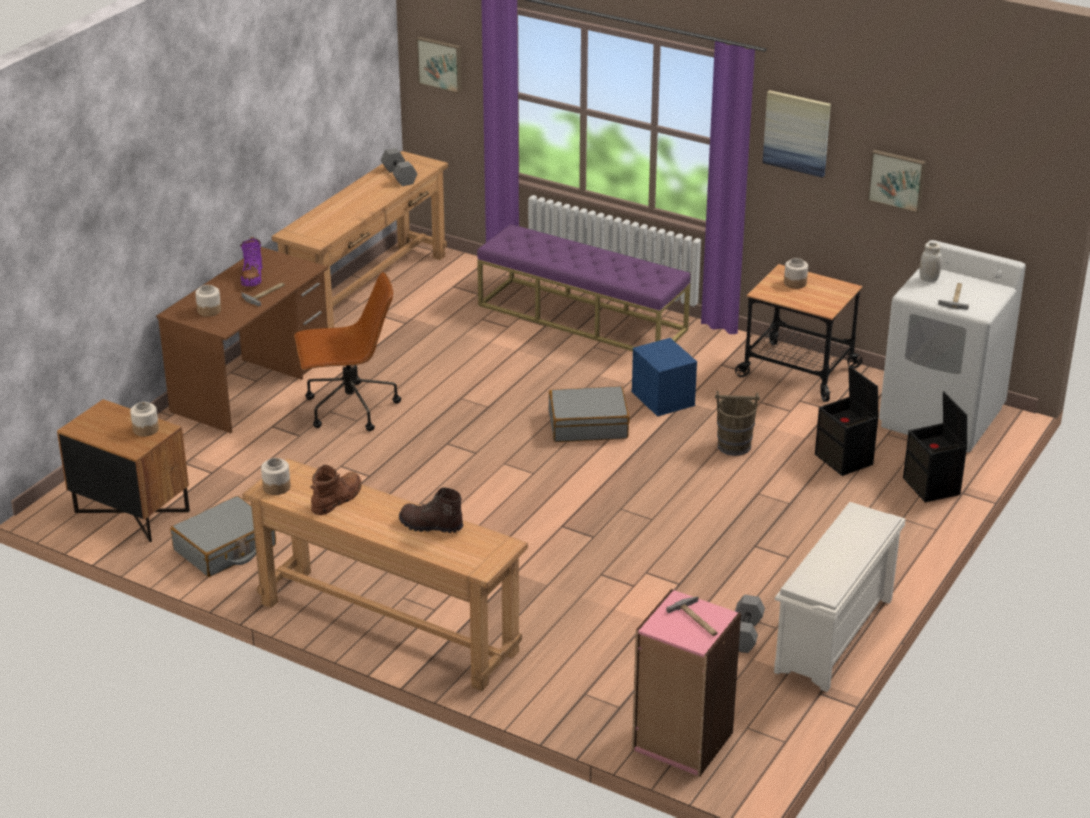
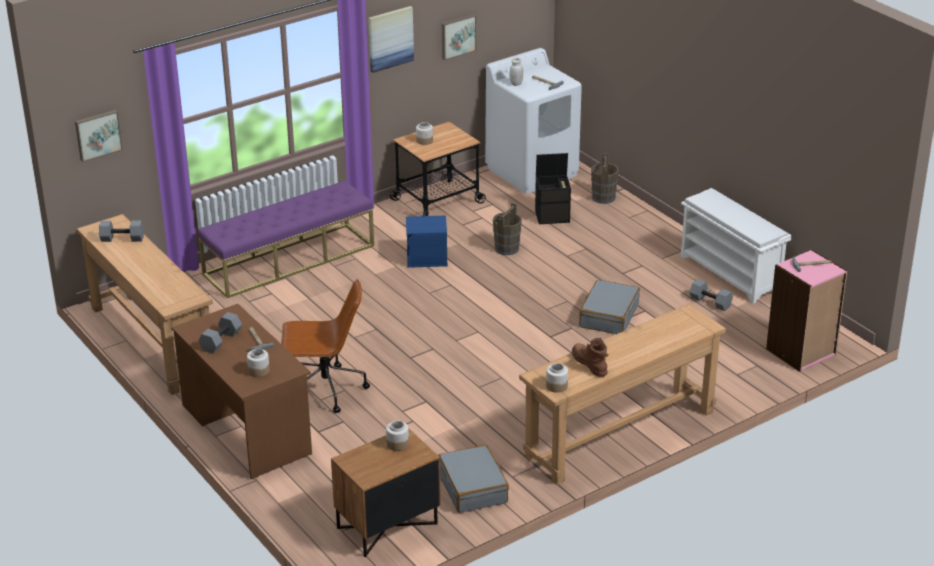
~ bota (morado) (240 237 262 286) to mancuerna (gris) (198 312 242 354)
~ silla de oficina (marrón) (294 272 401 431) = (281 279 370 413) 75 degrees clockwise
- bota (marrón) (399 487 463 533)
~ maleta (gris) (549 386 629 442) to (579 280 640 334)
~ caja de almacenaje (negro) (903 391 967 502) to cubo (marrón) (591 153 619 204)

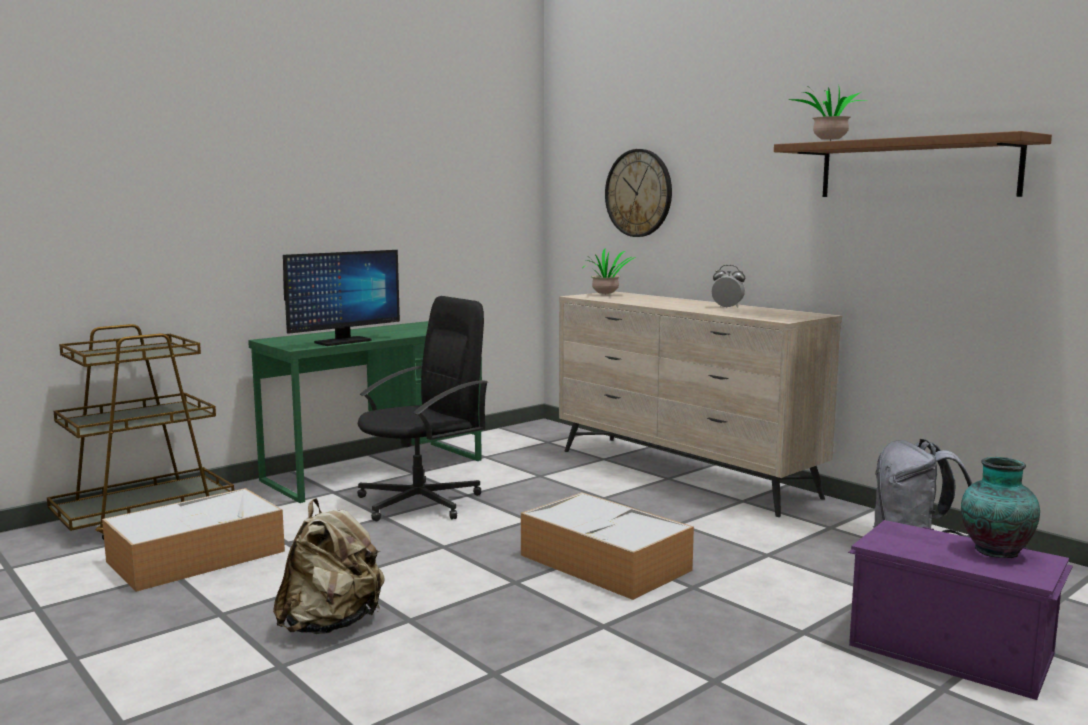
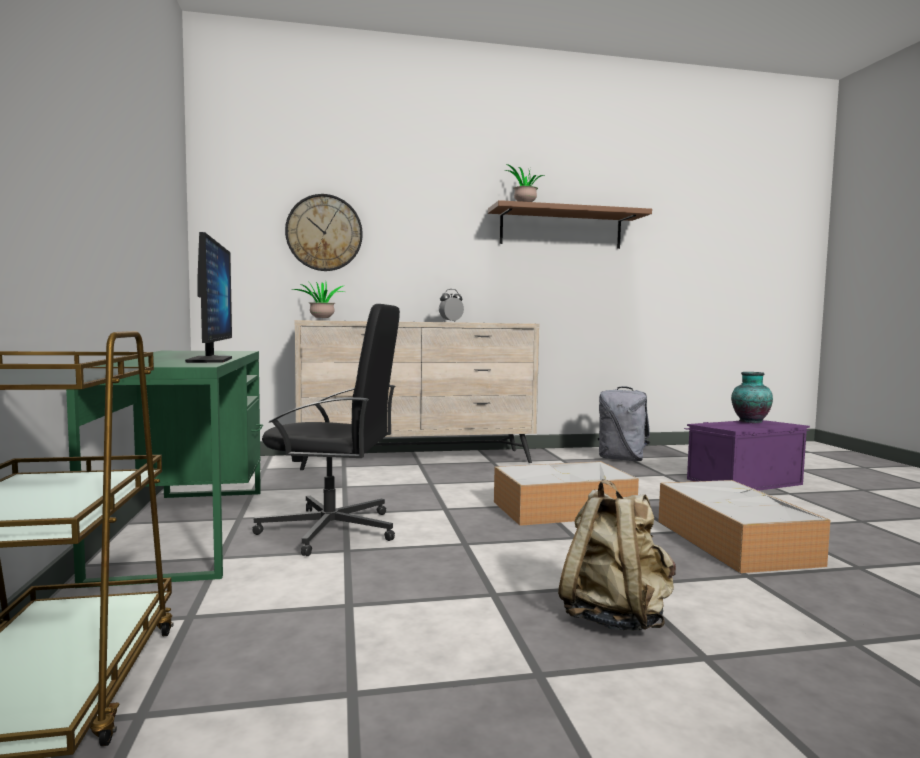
~ caja de almacenaje (102 488 285 592) to (658 480 831 573)
~ silla de oficina (negro) (357 296 488 521) = (252 304 400 556) 105 degrees clockwise

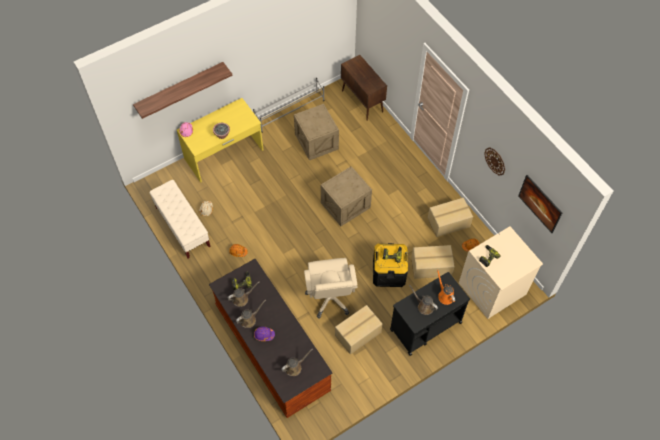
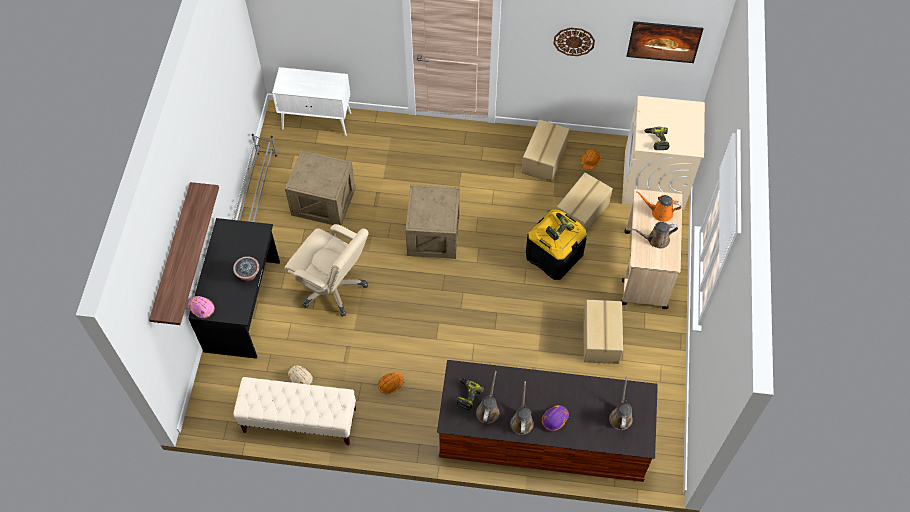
~ escritorio (amarillo) (177 98 264 183) to escritorio (negro) (188 218 280 359)
~ silla de oficina (beis) (304 258 358 319) to (284 224 369 317)
~ armario (marrón) (341 55 387 121) to armario (blanco) (272 67 351 136)
~ carrito (negro) (390 272 470 356) to carrito (beis) (621 189 682 309)

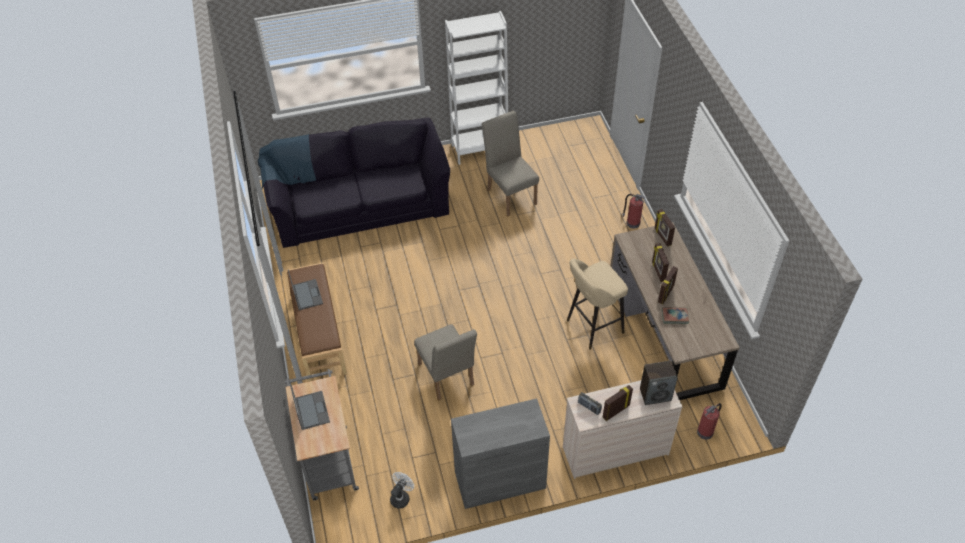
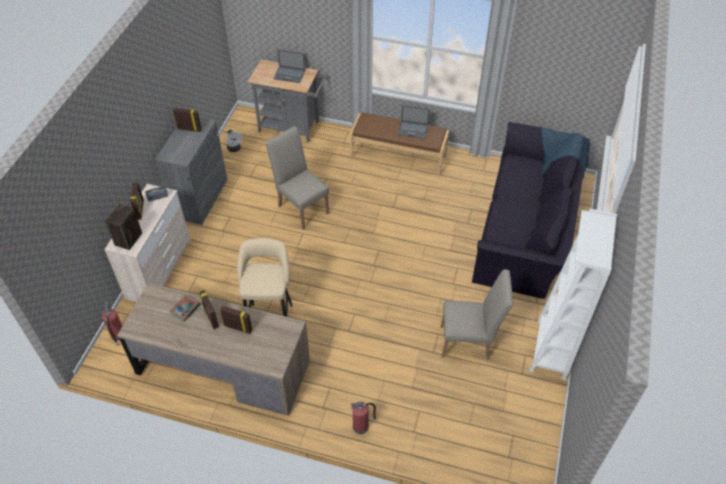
~ silla (beis) (414 324 477 401) = (265 126 329 230) 45 degrees clockwise
~ portarretratos (655 209 675 247) to (173 108 202 132)

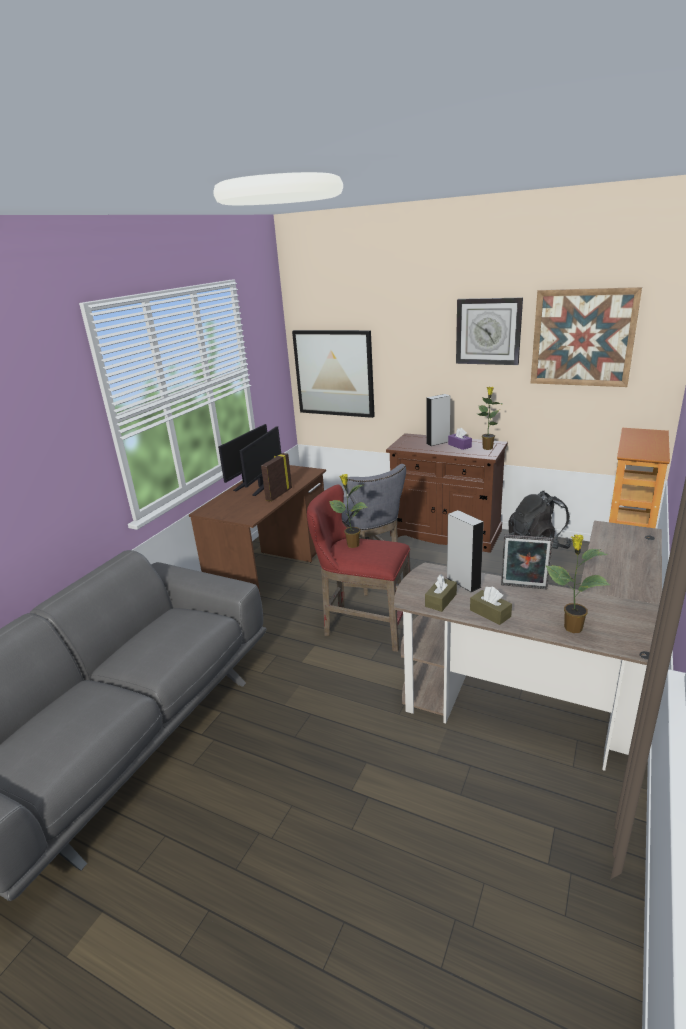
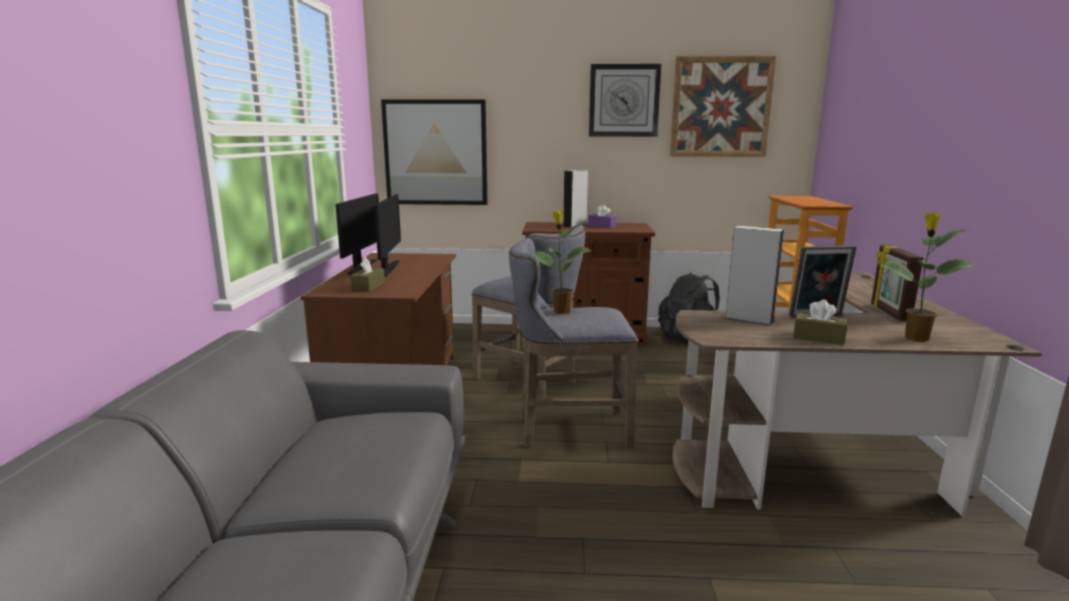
~ portarretratos (261 453 292 502) to (871 245 923 321)
~ taburete (rojo) (307 485 413 652) to taburete (gris) (509 238 638 448)
~ caja de pañuelos (marrón) (425 575 457 612) to (350 257 385 292)
- planta en maceta (477 387 503 450)

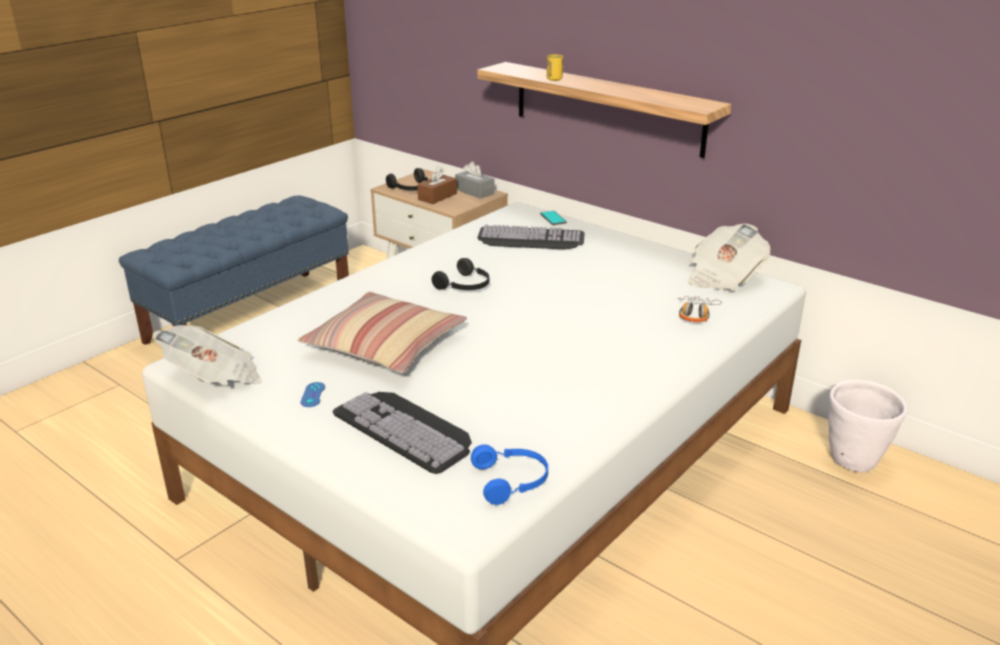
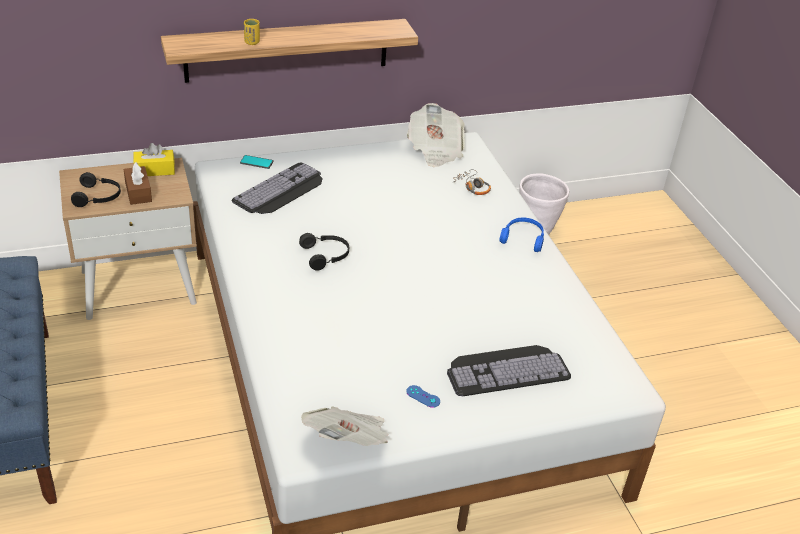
- cojín (298 292 467 373)
~ caja de pañuelos (gris) (455 161 494 199) to caja de pañuelos (amarillo) (133 143 175 176)
~ auriculares (azul) (471 444 548 505) to (499 218 544 252)

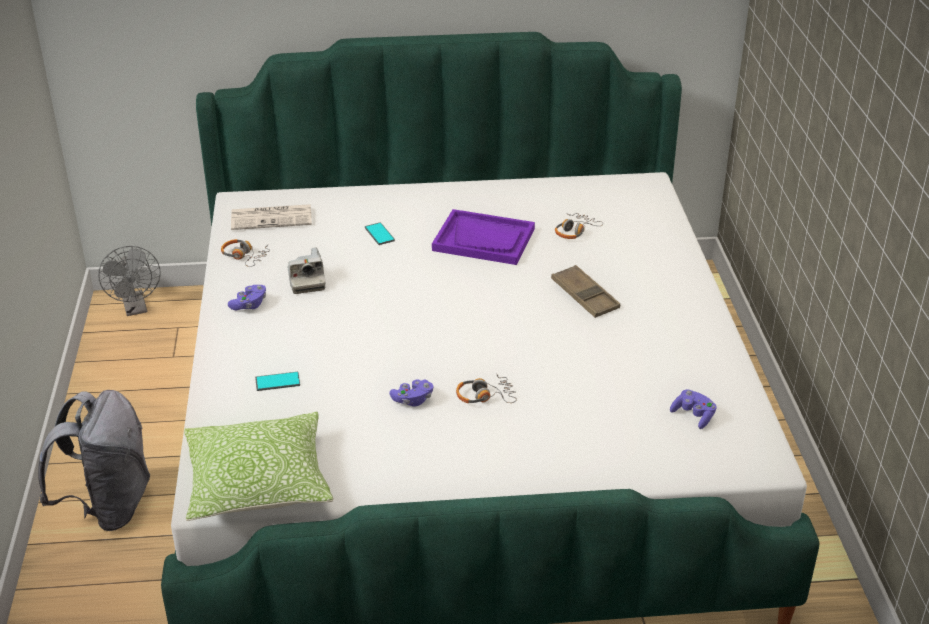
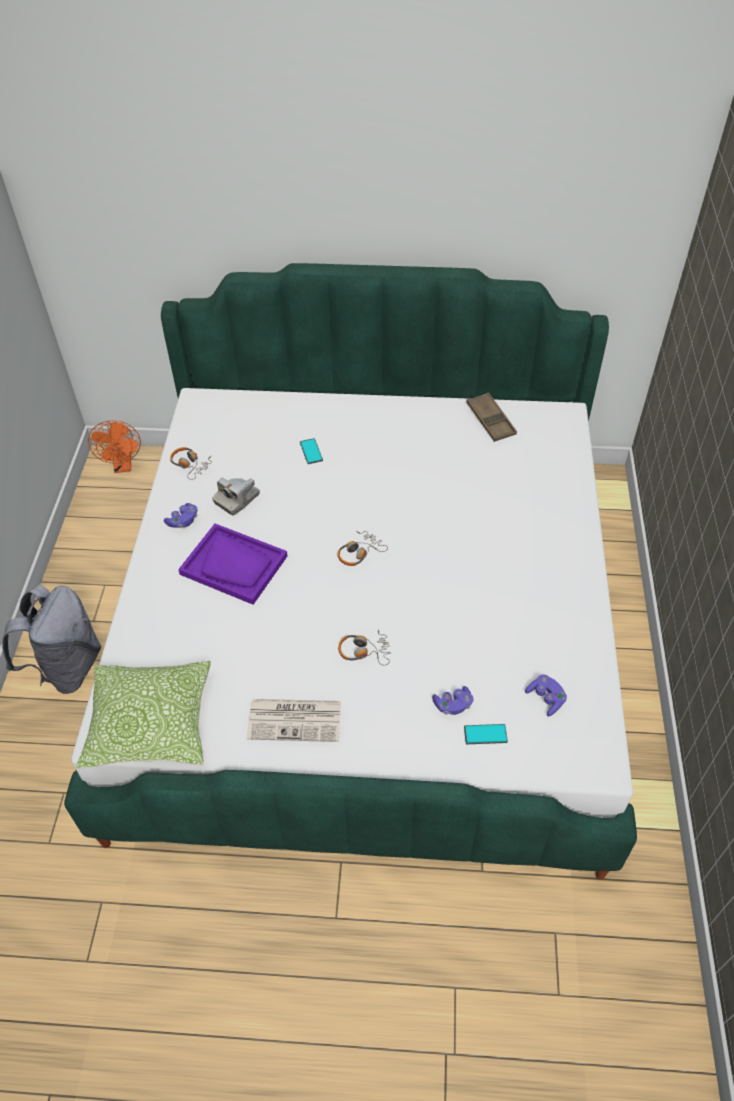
~ ventilador (gris) (98 246 161 316) to ventilador (naranja) (88 420 141 473)
~ periódico (231 204 312 230) to (247 699 341 742)
~ móvil (255 372 300 391) to (464 724 508 744)
~ cámara (288 247 326 294) = (212 477 260 515) 45 degrees clockwise
~ mando de consola (morado) (390 380 433 407) to (432 686 474 715)
~ bandeja (morado) (432 209 535 265) to (178 524 287 605)
~ bandeja (marrón) (551 265 620 318) to (466 392 517 442)
~ auriculares (555 213 603 239) to (338 531 388 566)

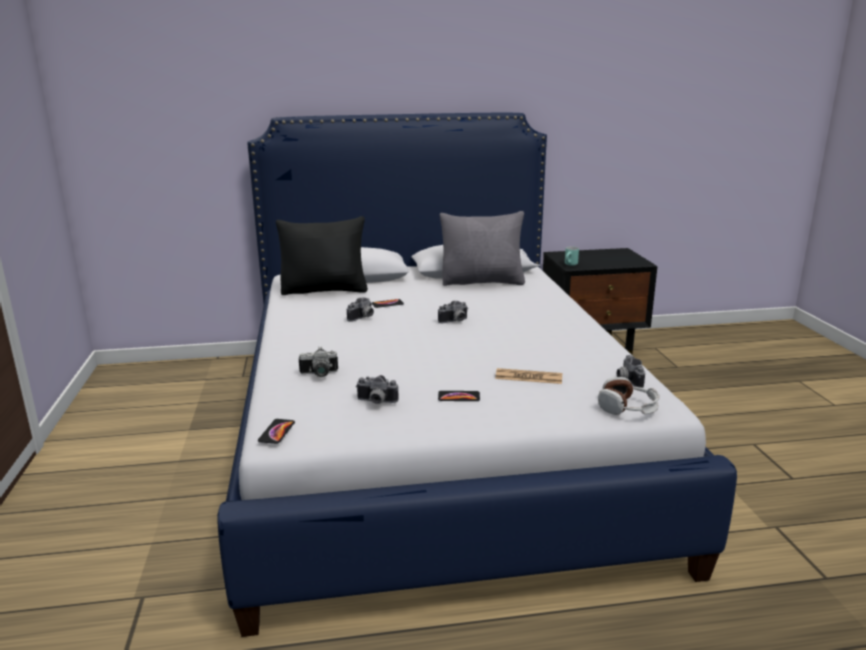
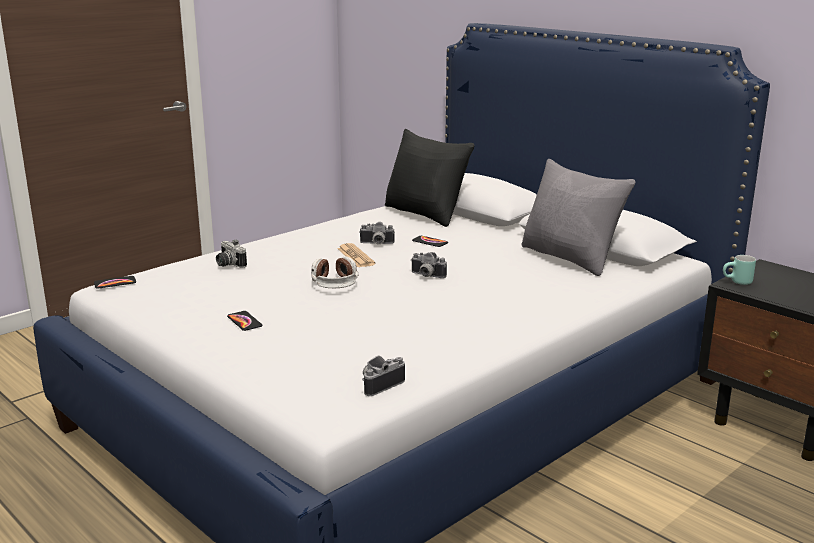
- cámara (356 375 399 404)
~ periódico (495 368 562 384) to (337 243 376 267)
~ auriculares (598 377 660 415) to (311 257 358 288)

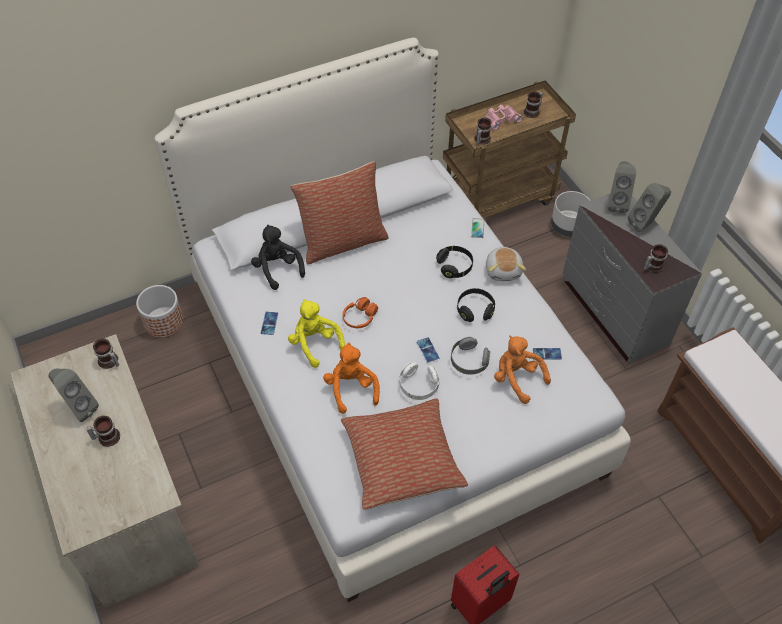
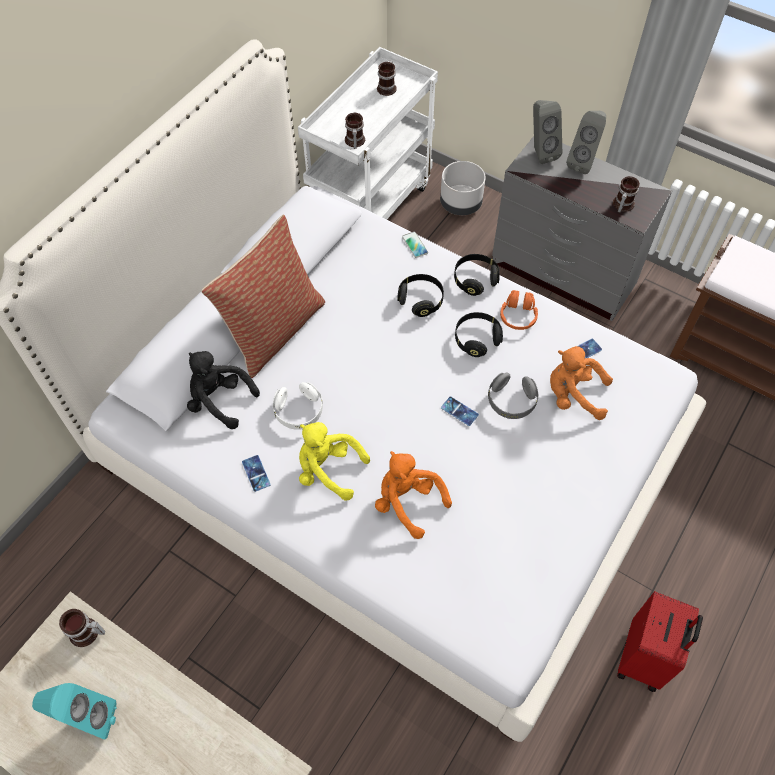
~ altavoz (gris) (48 369 99 422) to altavoz (turquesa) (32 683 117 739)
- taza grande (87 416 120 447)
- maceta (136 285 183 338)
- cojín (341 398 468 510)
~ auriculares (naranja) (343 297 378 328) to (500 290 538 330)
~ auriculares (blanco) (399 362 439 400) to (273 382 323 430)
~ carrito (marrón) (443 80 576 218) to carrito (blanco) (298 47 438 220)
- prismáticos (rosa) (485 105 523 130)
~ peluche (486 247 526 281) to auriculares (negro) (454 254 500 296)

